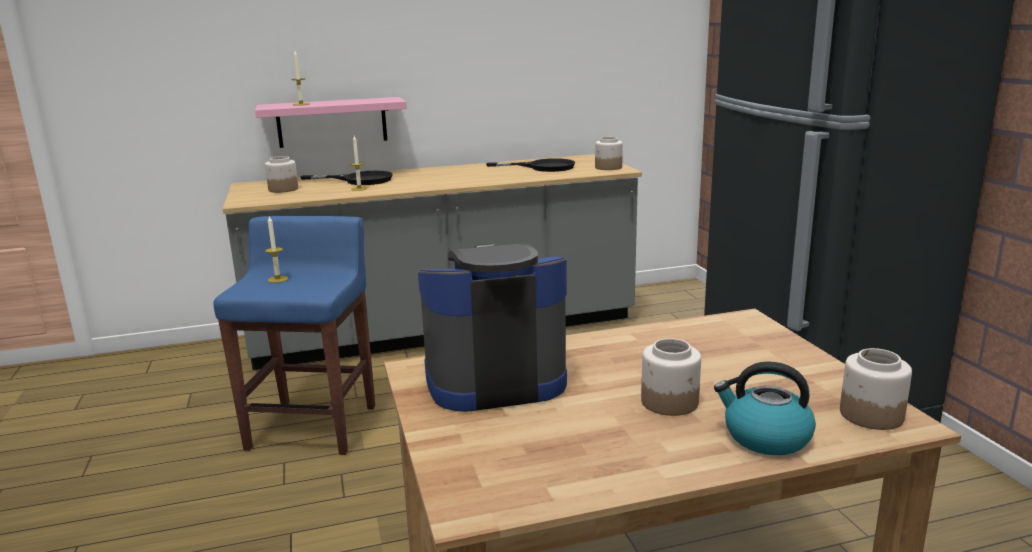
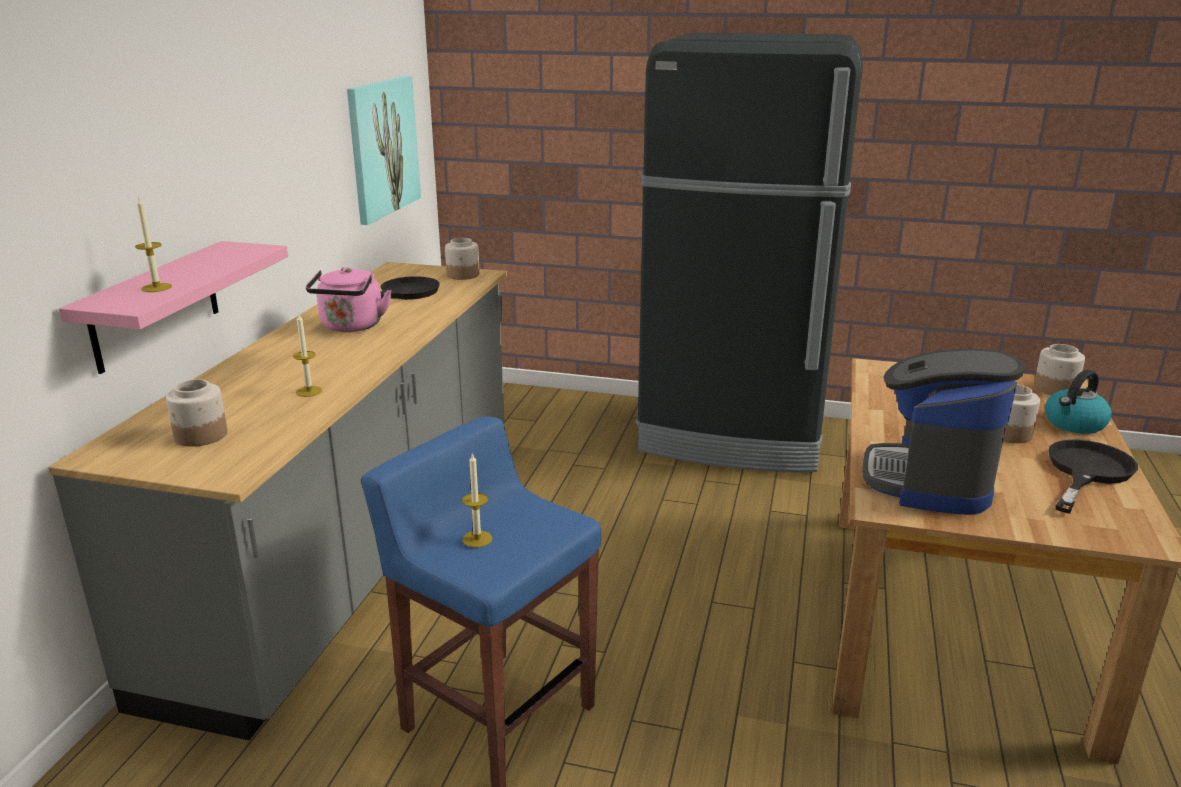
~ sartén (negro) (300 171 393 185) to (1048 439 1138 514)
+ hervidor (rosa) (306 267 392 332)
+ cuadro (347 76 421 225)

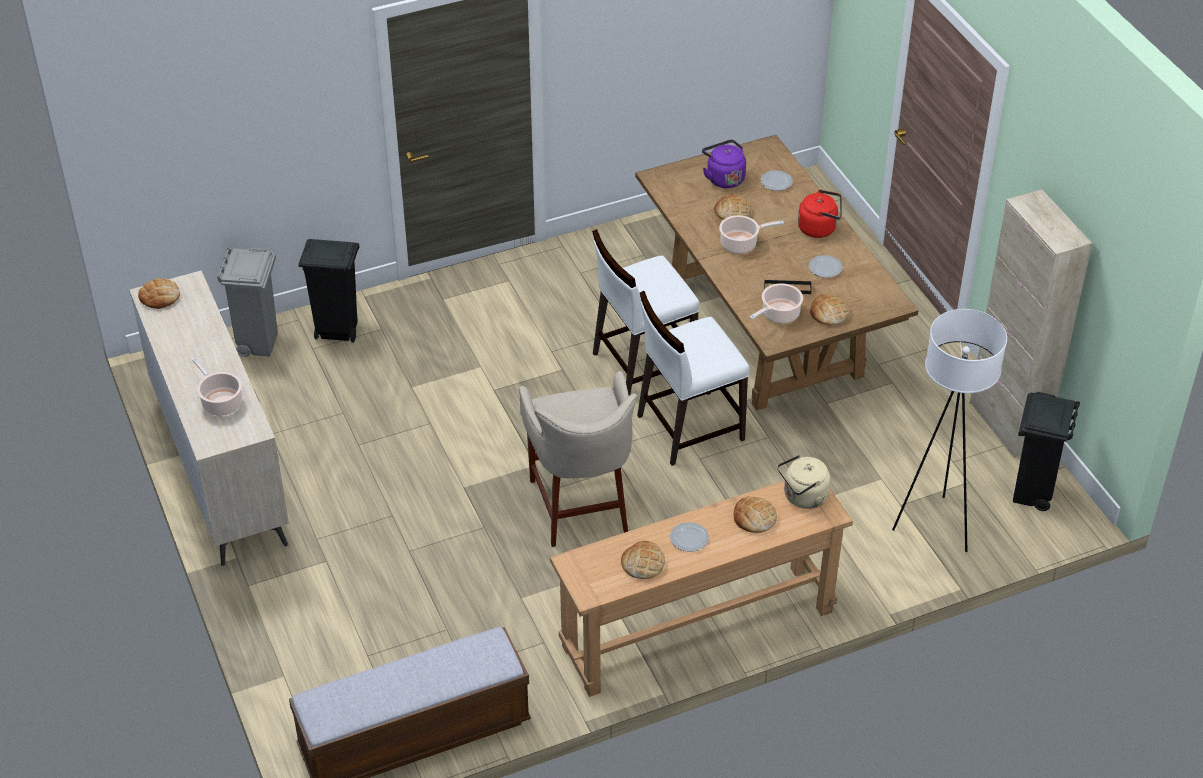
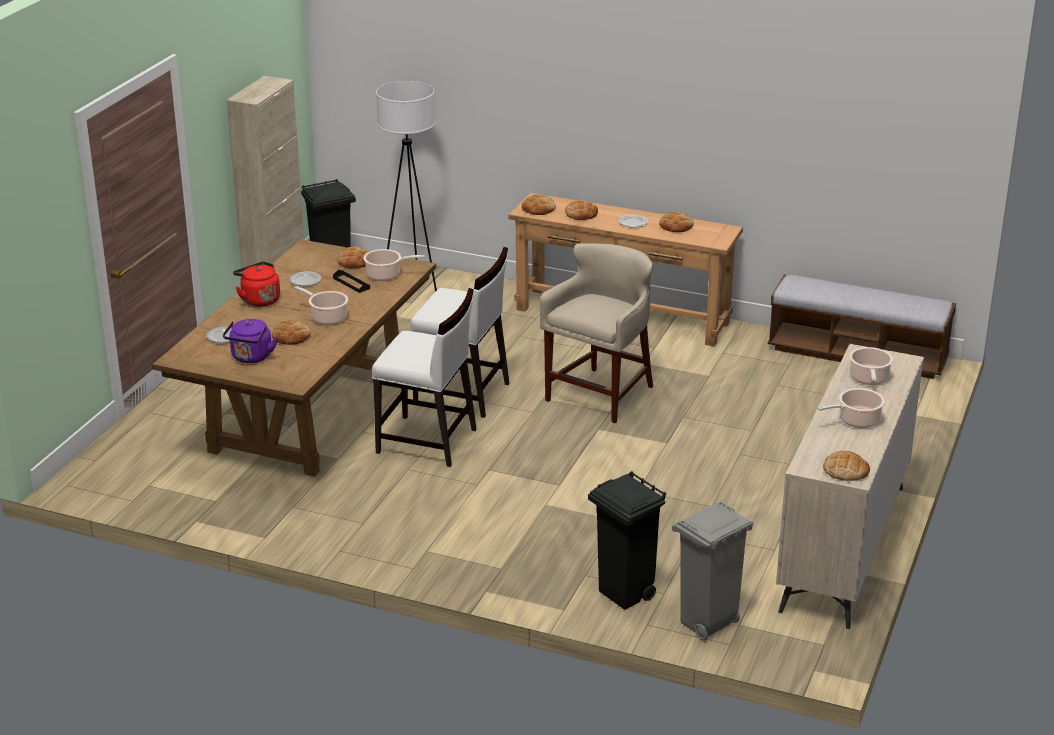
~ hervidor (beis) (777 455 831 509) to pan (522 194 556 215)
+ olla (818 388 885 428)

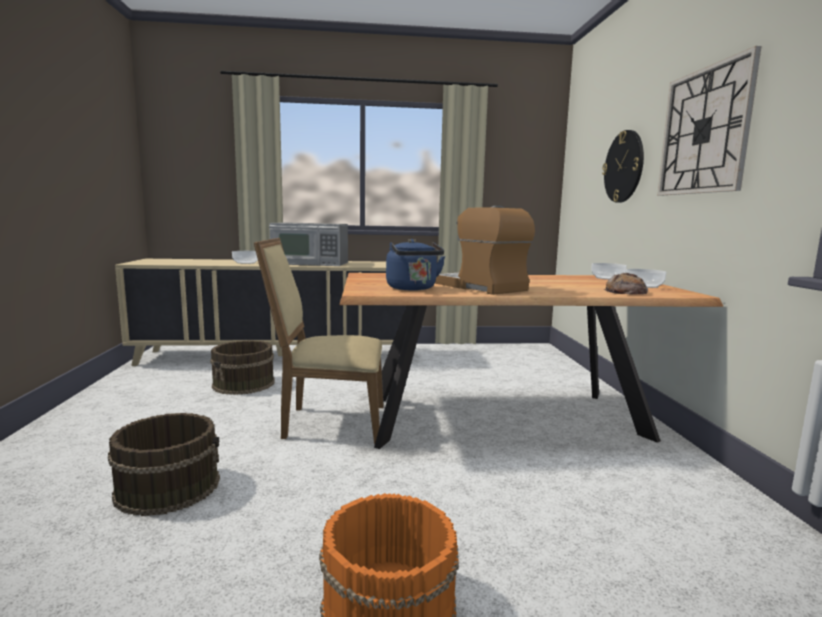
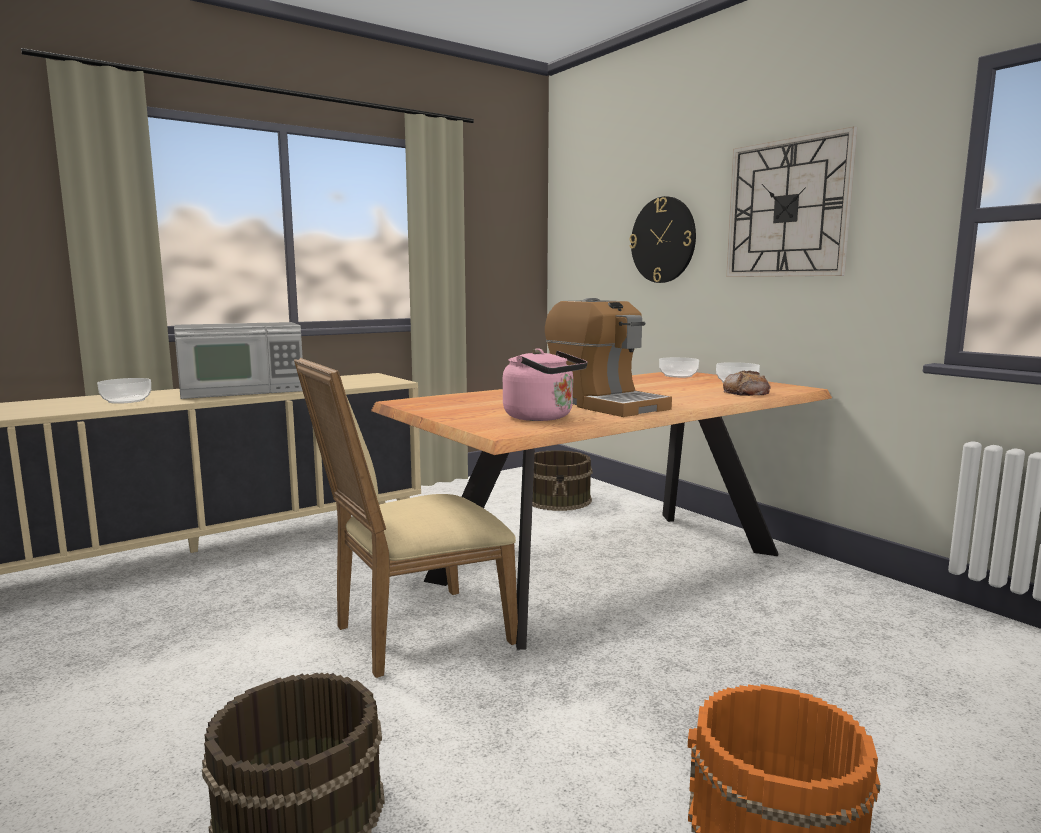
~ cubo (marrón) (210 340 274 395) to (532 450 592 511)
~ hervidor (azul) (386 239 445 291) to hervidor (rosa) (503 348 587 421)
~ cafetera (435 206 535 295) = (545 298 672 417) 150 degrees counterclockwise

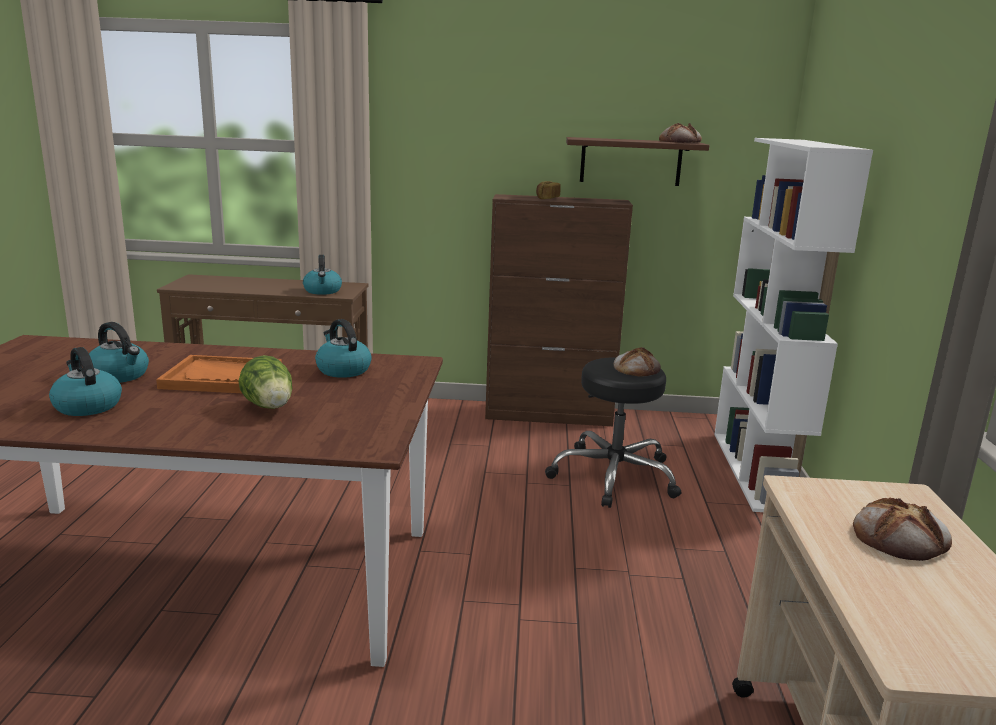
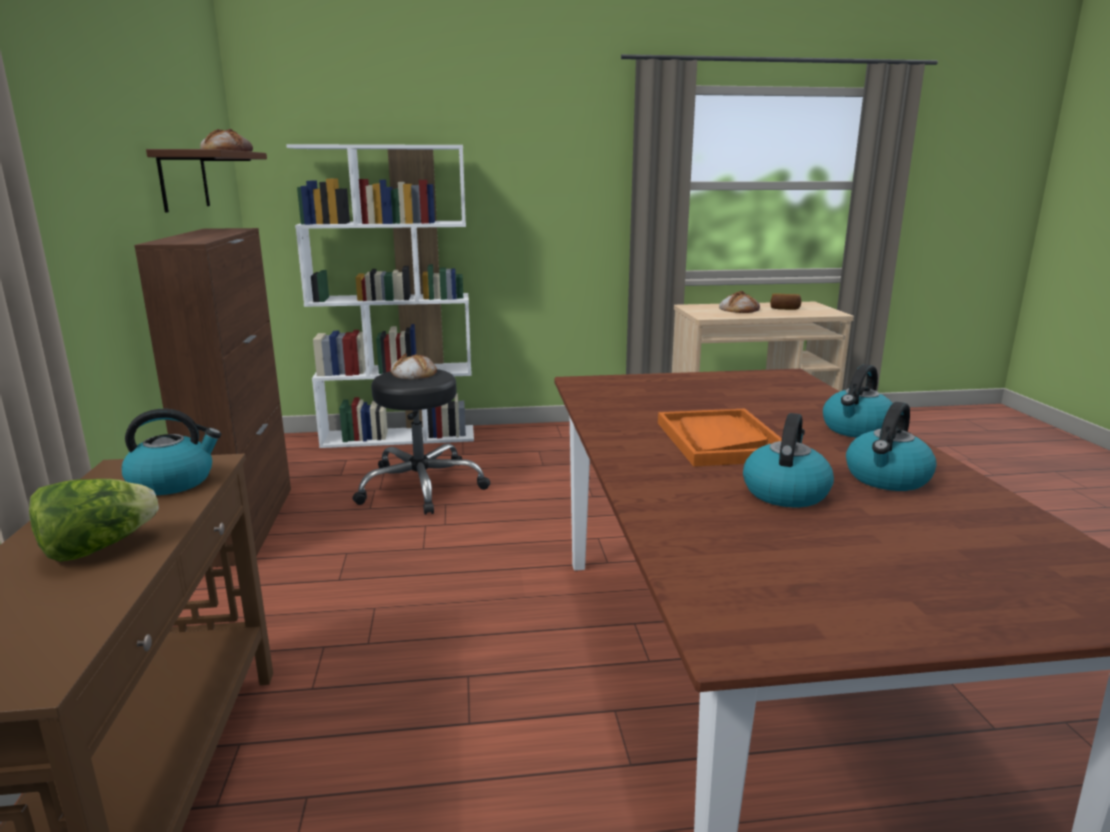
~ lechuga (239 355 292 409) to (29 479 159 562)
~ hervidor (315 319 372 378) to (823 364 893 438)
~ pan (536 181 561 199) to (770 293 801 310)

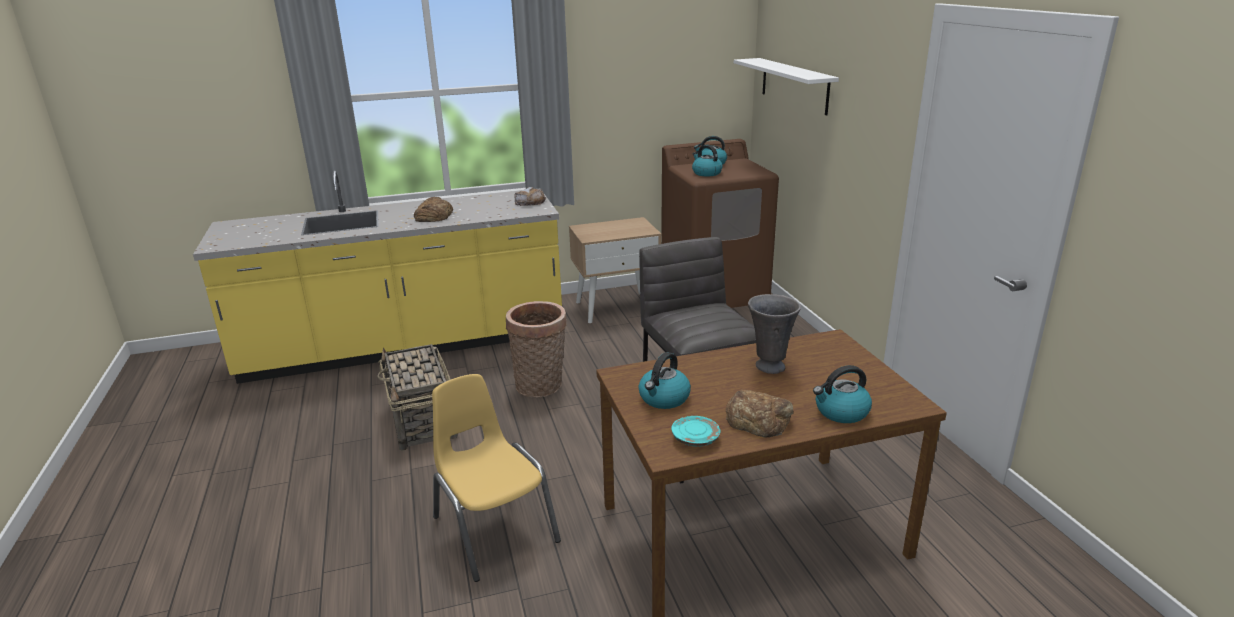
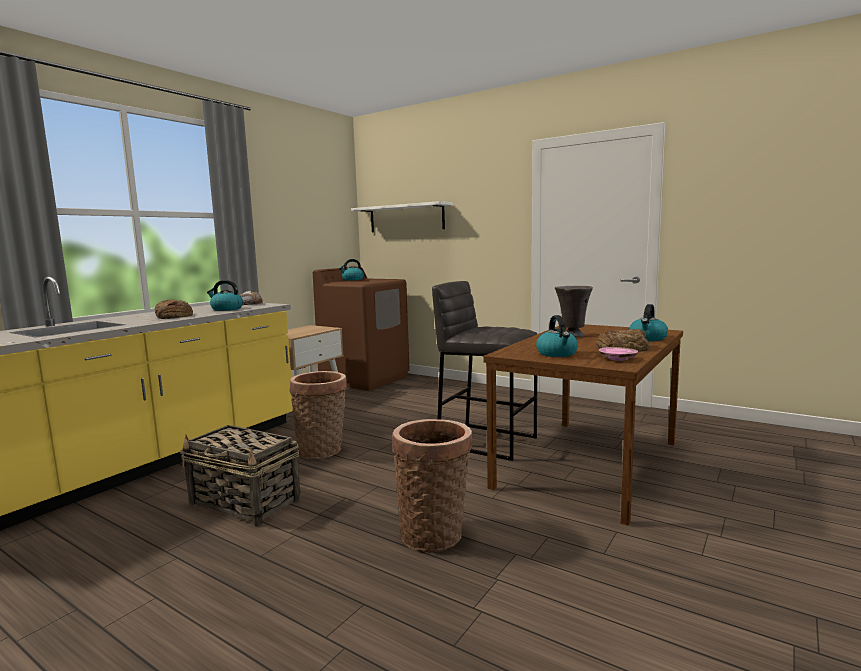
~ silla (amarillo) (432 374 561 582) to cesta (392 419 472 553)
~ plato (turquesa) (671 416 721 447) to plato (rosa) (599 347 638 361)
~ hervidor (692 145 723 177) to (207 280 243 311)

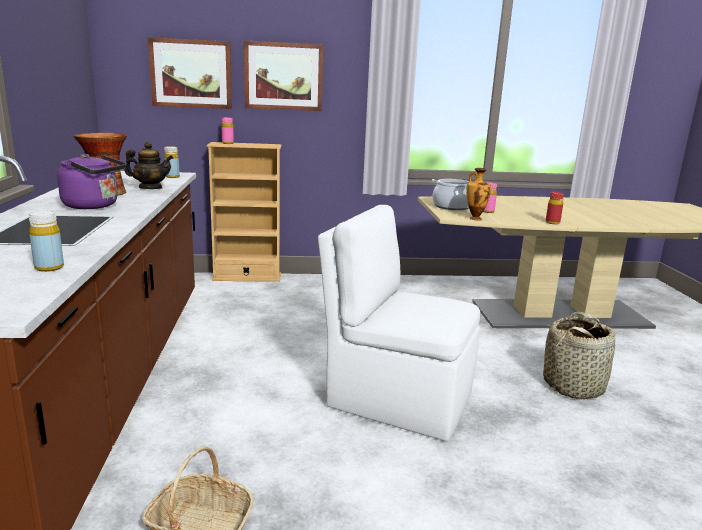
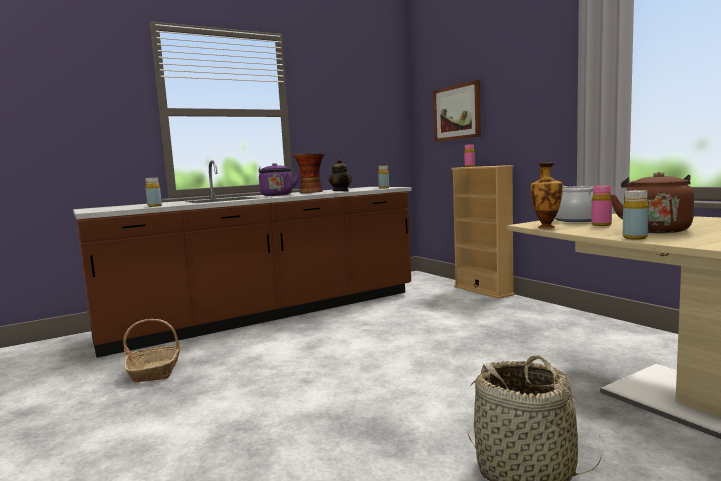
- cuadro (244 41 323 111)
- silla (blanco) (318 205 480 441)
~ botella (rojo) (546 192 564 224) to botella (amarillo) (623 190 649 240)
+ hervidor (marrón) (610 172 694 233)

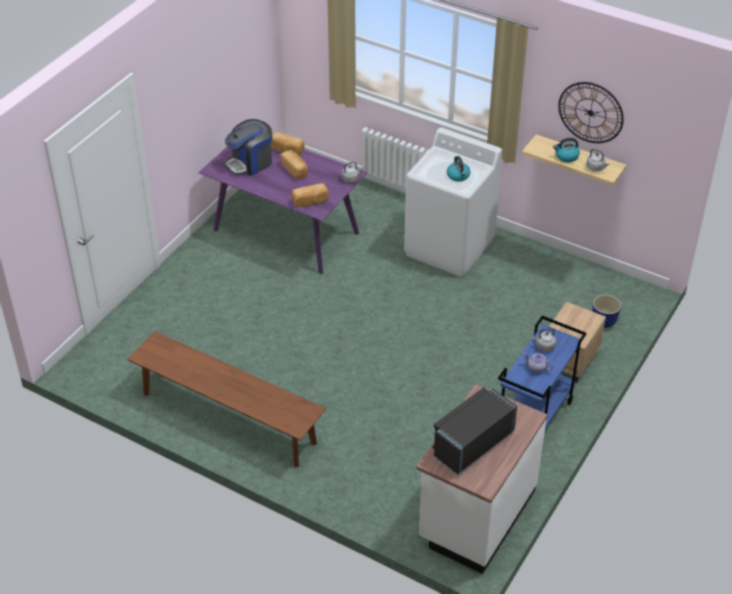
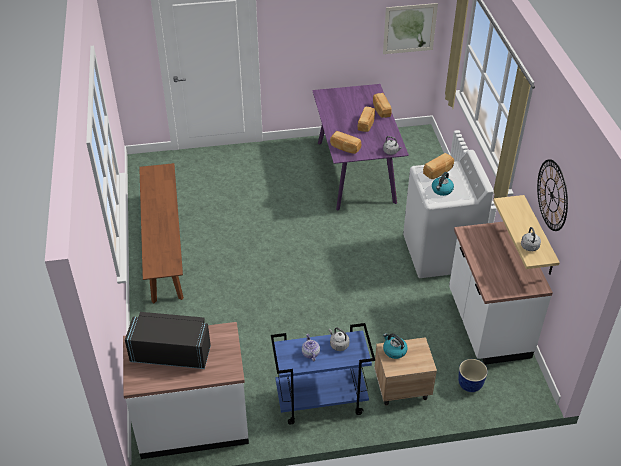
- cafetera (224 119 272 176)
~ hervidor (553 138 580 162) to (383 333 408 359)
+ cuadro (383 3 438 54)
+ pan (423 153 454 179)
+ mueble bajo de cocina (blanco) (449 222 553 365)

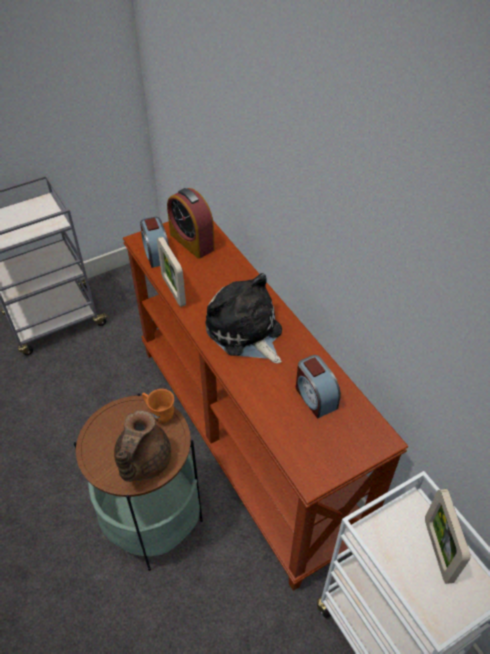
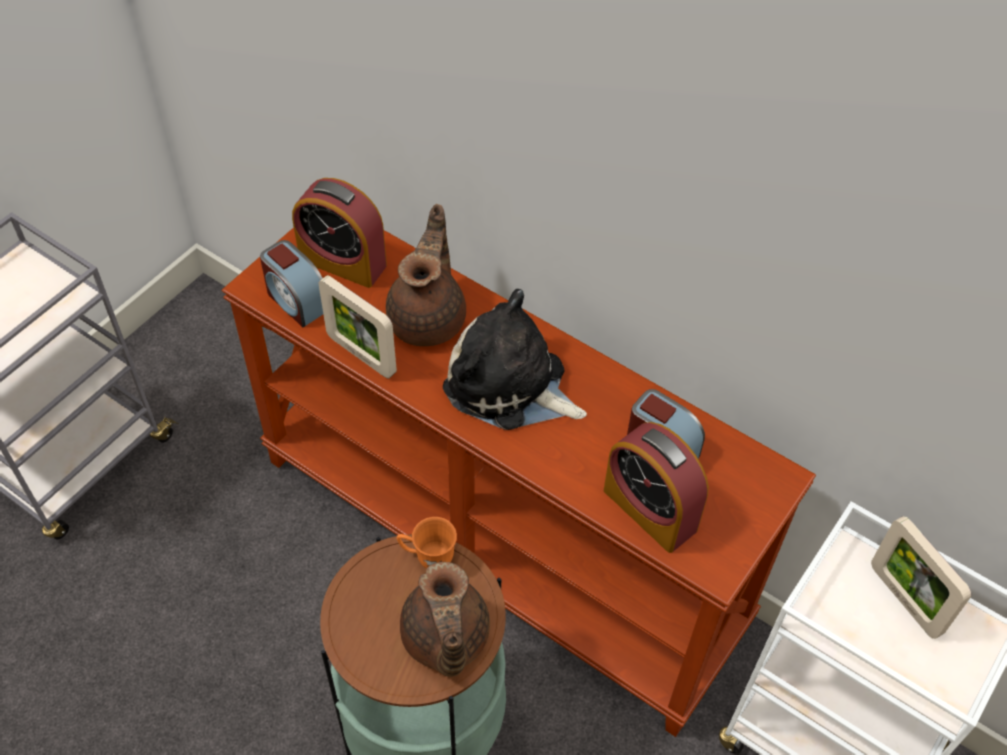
+ tetera (marrón) (386 204 466 346)
+ despertador (604 422 709 553)

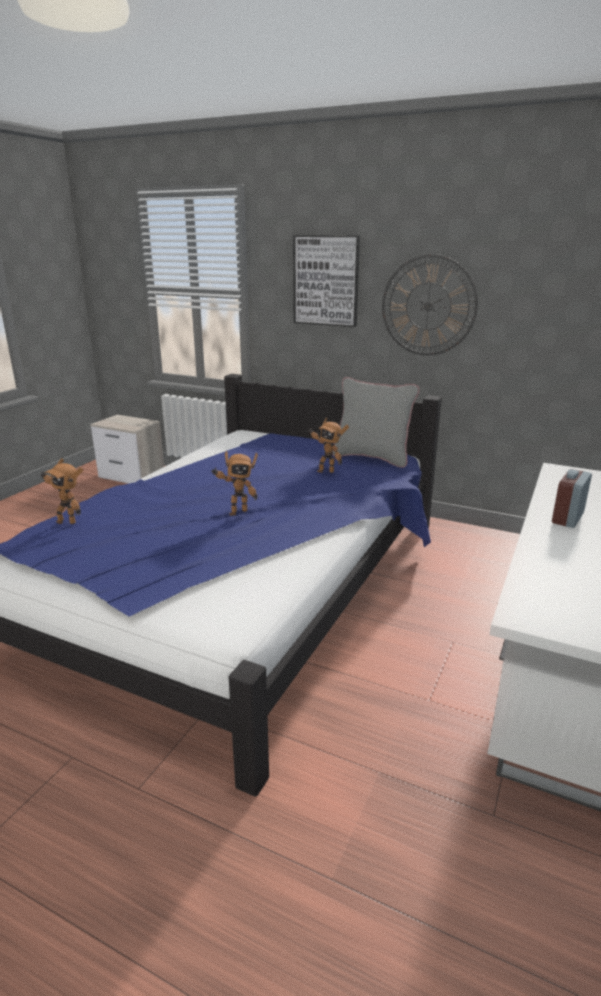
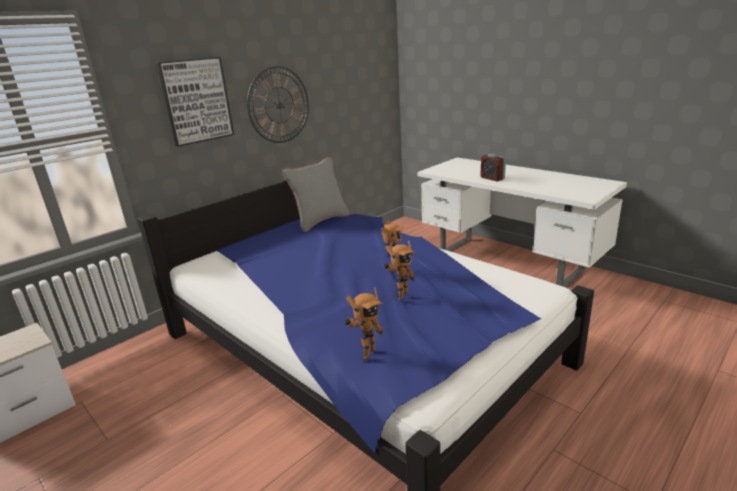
~ robot de juguete (307 418 349 473) to (384 240 416 301)

